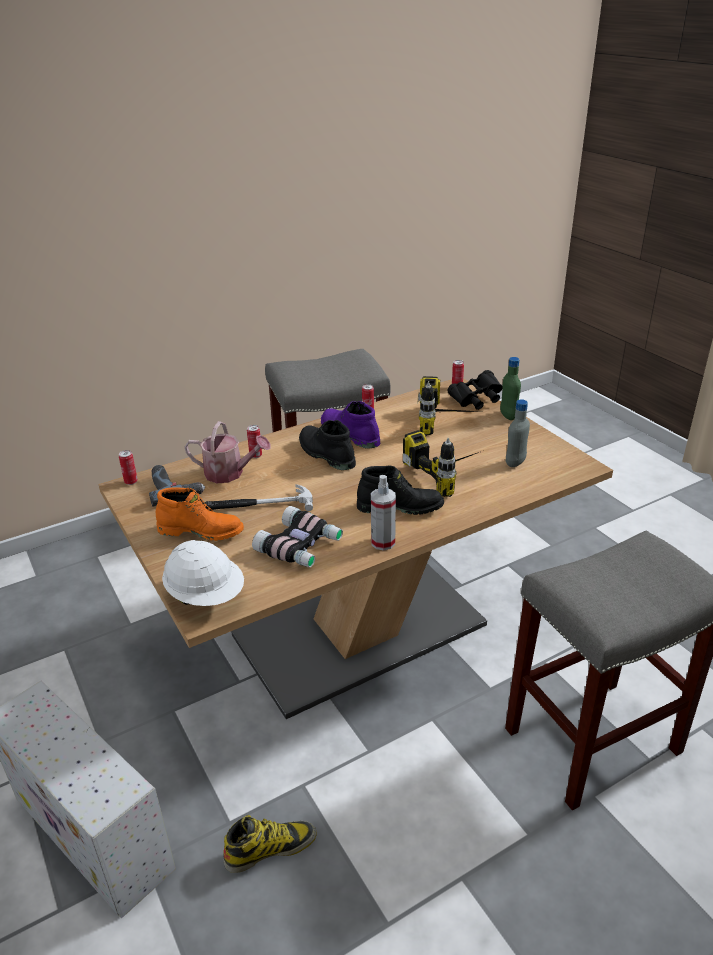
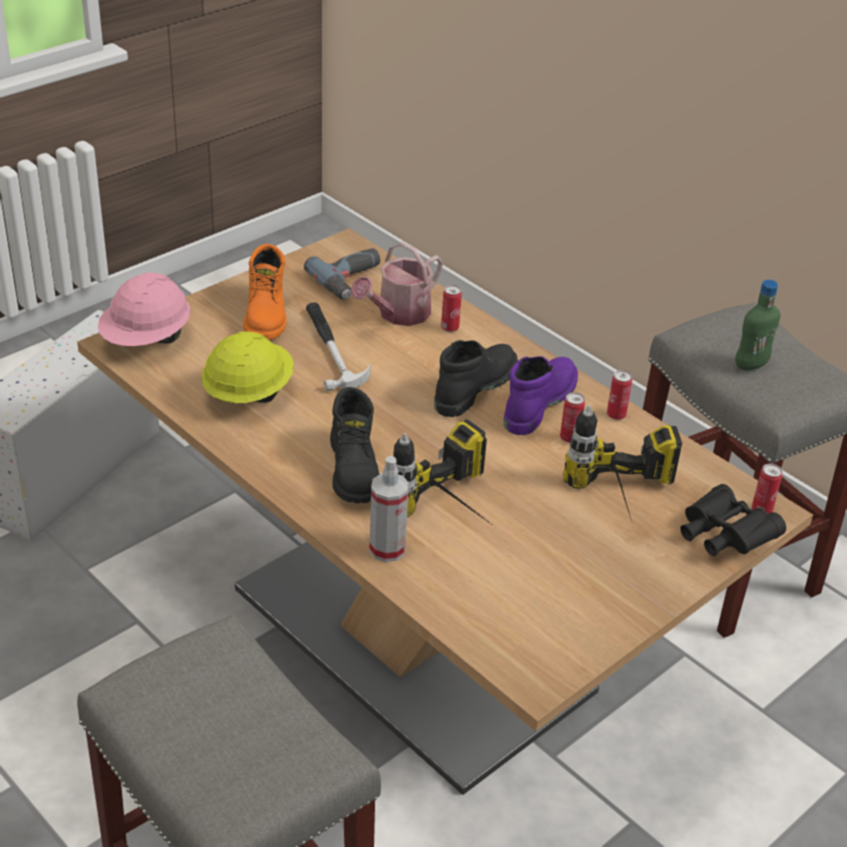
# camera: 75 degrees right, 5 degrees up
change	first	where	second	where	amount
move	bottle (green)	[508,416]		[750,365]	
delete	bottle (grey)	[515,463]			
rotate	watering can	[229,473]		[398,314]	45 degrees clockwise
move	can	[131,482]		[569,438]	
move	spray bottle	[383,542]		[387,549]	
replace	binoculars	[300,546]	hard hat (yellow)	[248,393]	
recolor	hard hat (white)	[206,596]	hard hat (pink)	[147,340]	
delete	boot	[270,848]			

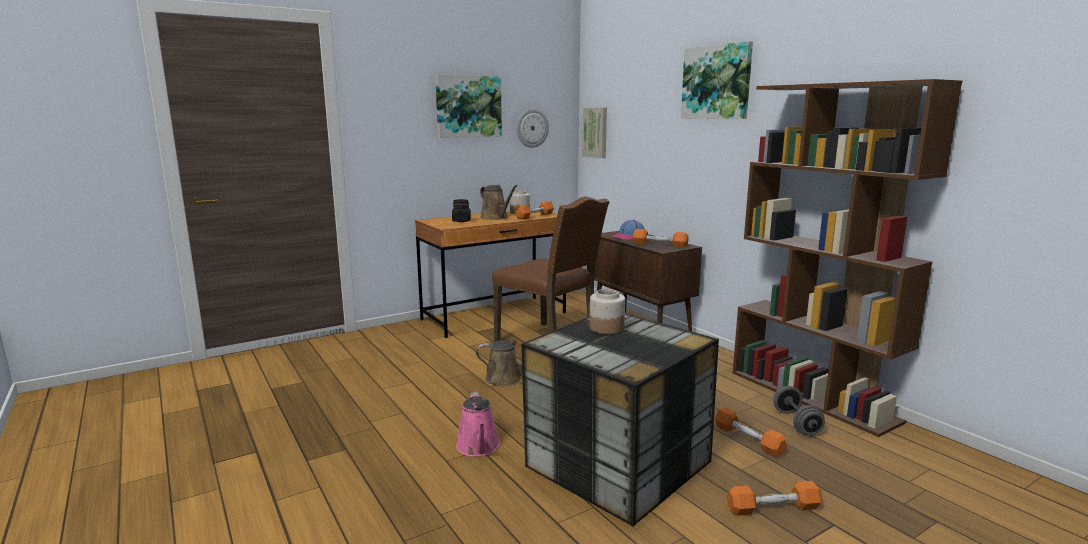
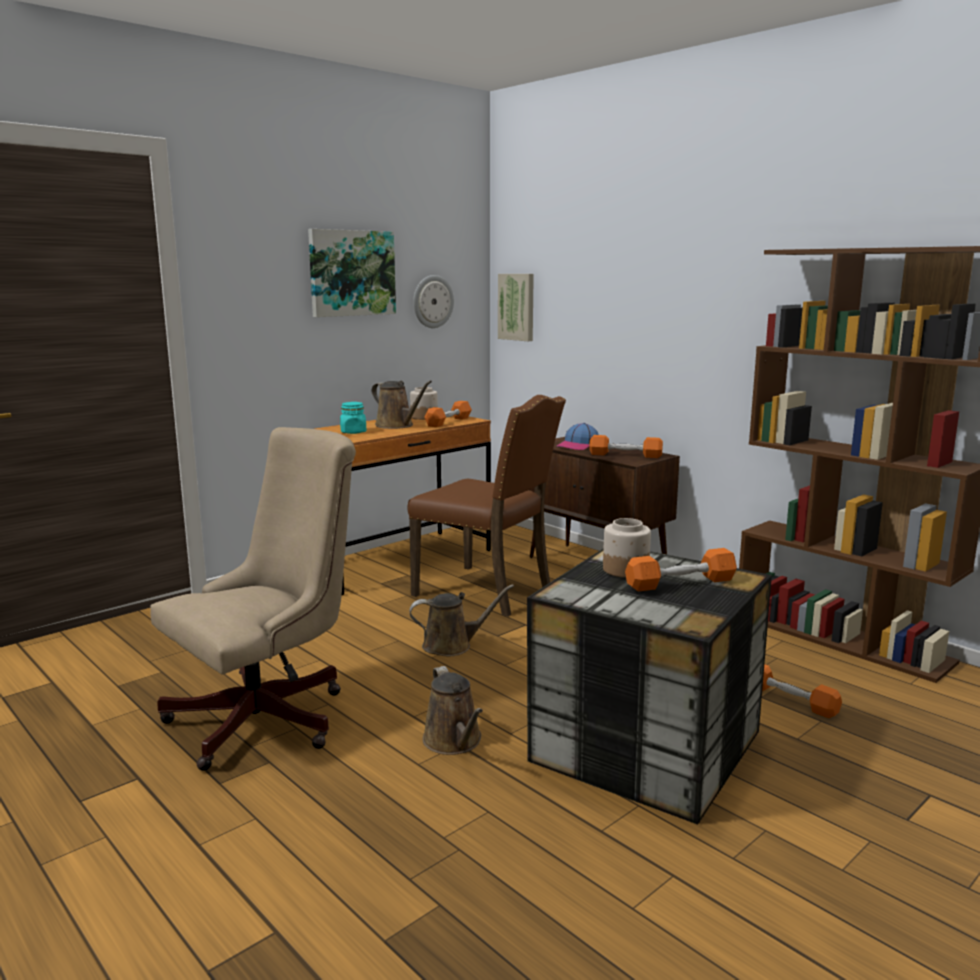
# camera: 10 degrees left, 0 degrees up
change	first	where	second	where	amount
delete	picture	[717,82]			
recolor	jar (black)	[461,221]	jar (turquoise)	[353,432]	
delete	dumbbell (grey)	[796,423]			
recolor	watering can (pink)	[478,447]	watering can (brown)	[454,742]	
move	dumbbell (orange)	[773,508]		[680,583]	
insert			office chair (beige)	[270,717]	

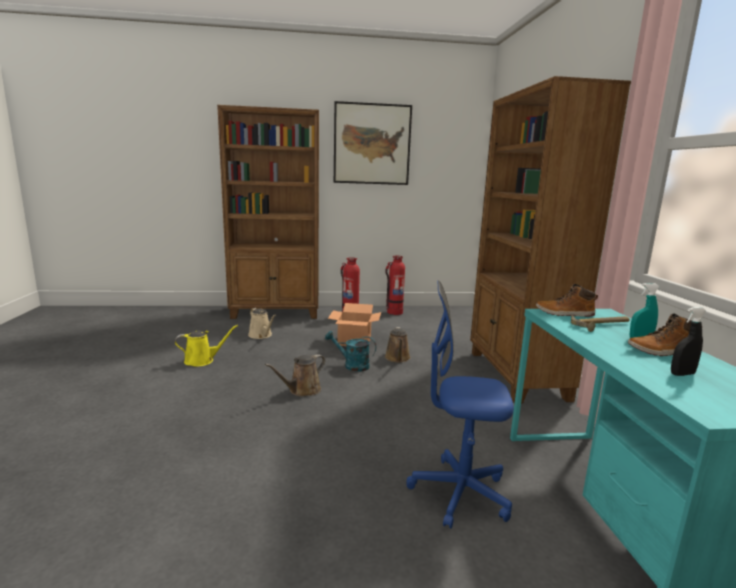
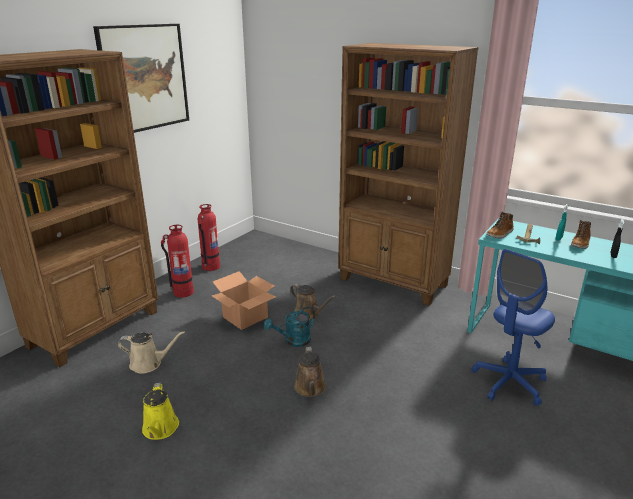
# camera: 50 degrees left, 10 degrees up
change	first	where	second	where	amount
rotate	watering can (yellow)	[202,360]		[160,429]	150 degrees clockwise

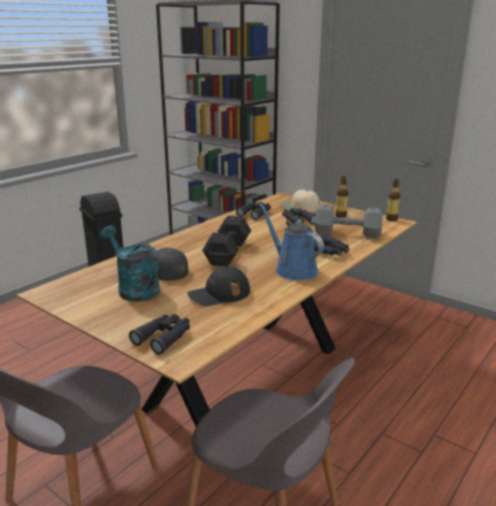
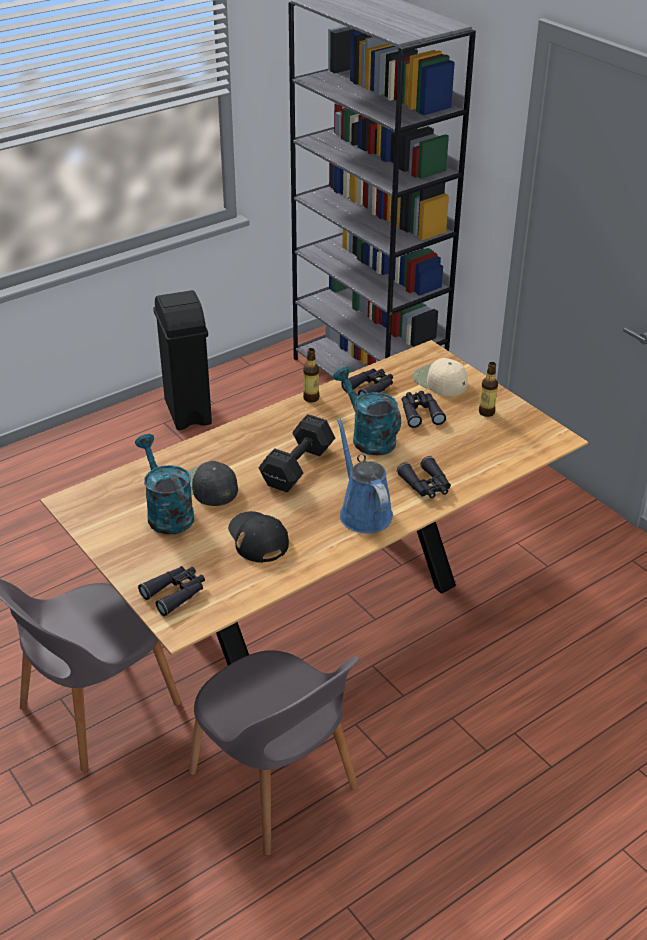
# camera: 15 degrees right, 15 degrees up
change	first	where	second	where	amount
move	bottle	[391,219]		[311,398]	
delete	dumbbell (grey)	[348,234]			
rotate	cap (black)	[219,294]		[257,538]	75 degrees clockwise
insert			watering can (turquoise)	[368,437]	

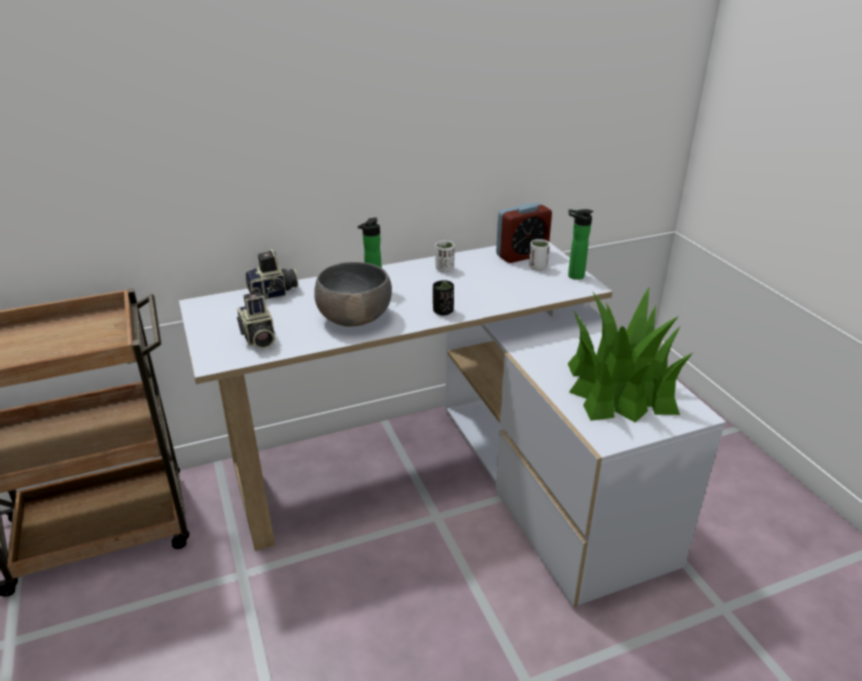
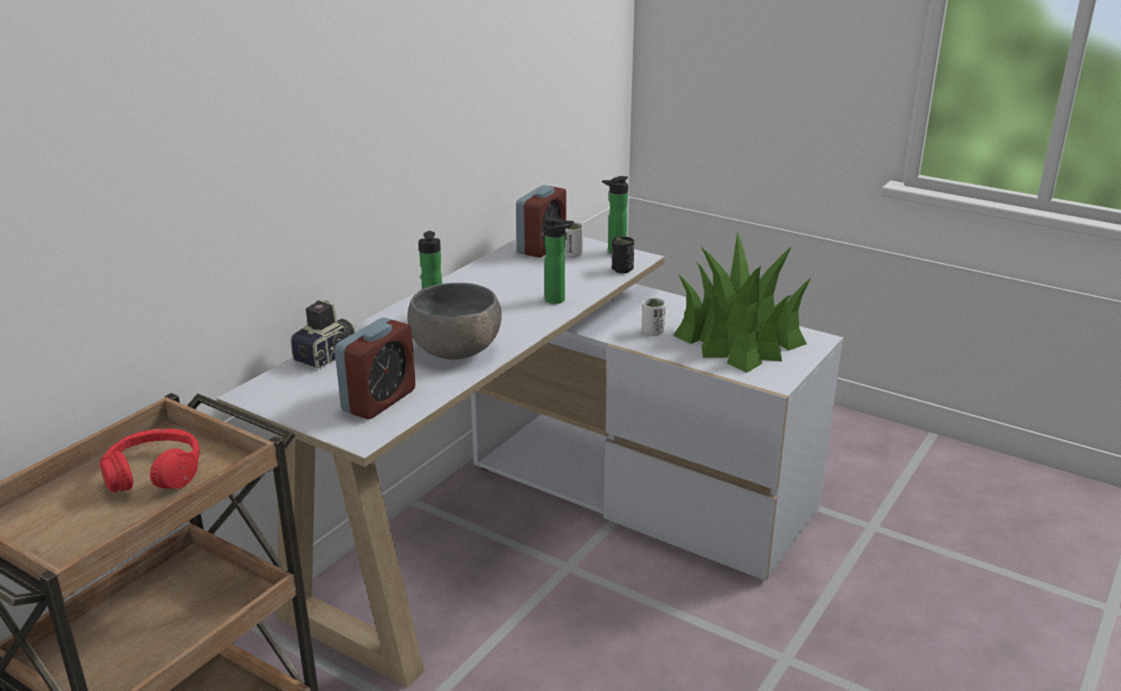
# camera: 35 degrees left, 5 degrees down
change	first	where	second	where	amount
move	cup (white)	[444,269]		[652,332]	
move	cup (black)	[443,311]		[622,270]	
replace	photo camera	[258,338]	alarm clock	[379,400]	
insert			bottle	[558,300]	
insert			headphones (red)	[155,473]	

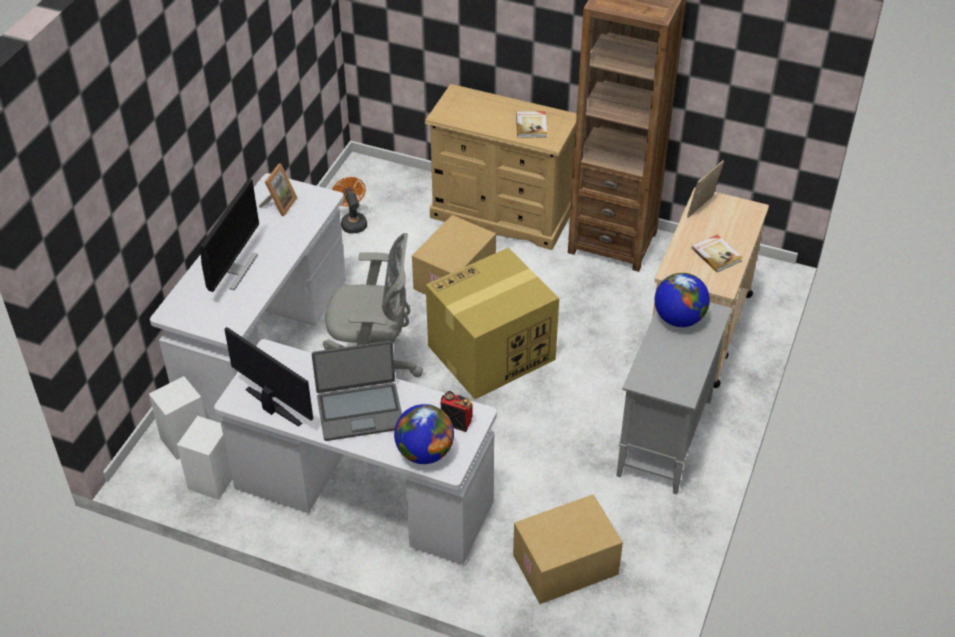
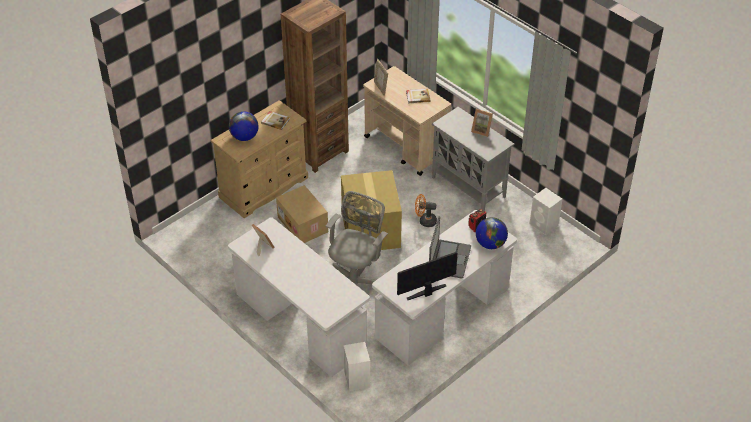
# camera: 65 degrees left, 0 degrees up
change	first	where	second	where	amount
move	fan (orange)	[352,222]		[425,221]	
delete	monitor	[235,270]			
move	globe	[679,319]		[244,137]	
move	speaker (white)	[212,481]		[544,225]	
delete	cardboard box	[565,566]			
insert			picture frame	[482,130]	

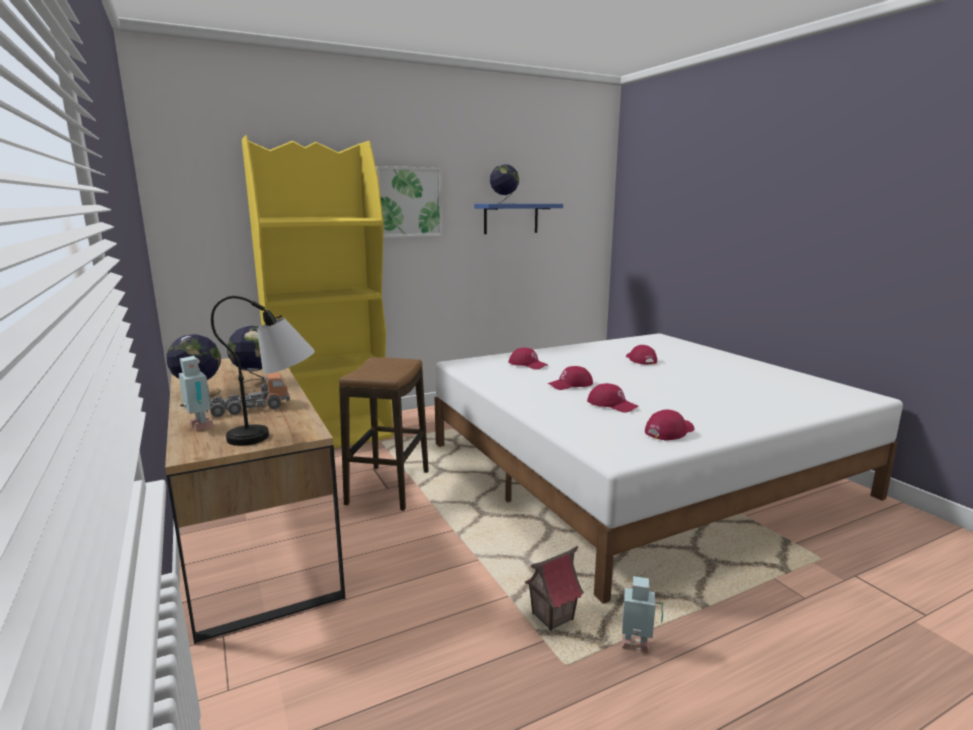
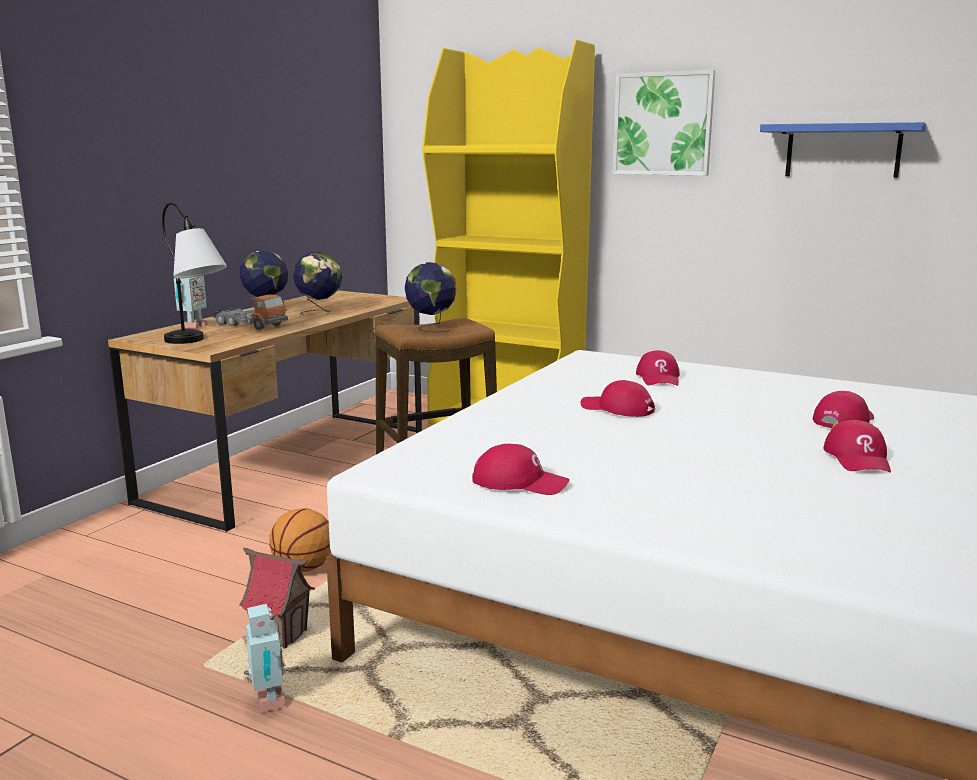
# camera: 55 degrees right, 0 degrees up
change	first	where	second	where	amount
move	globe	[504,203]		[431,328]	
move	cap (red)	[612,404]		[858,458]	
insert			basketball	[303,568]	

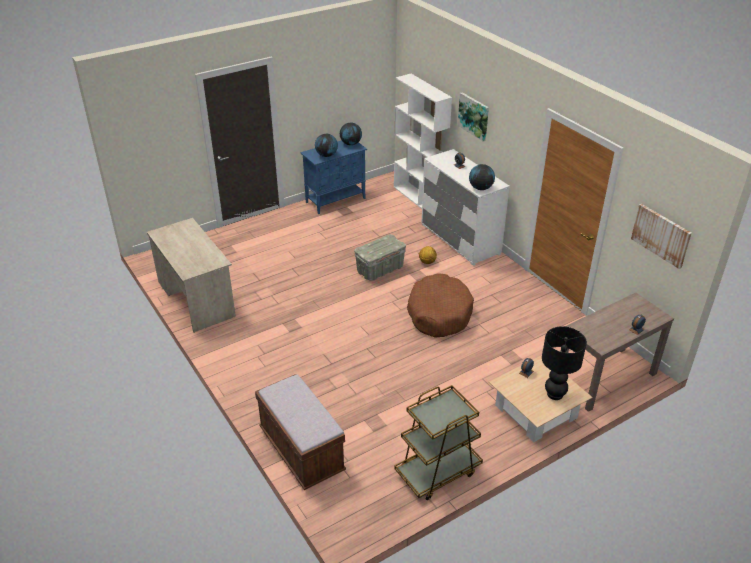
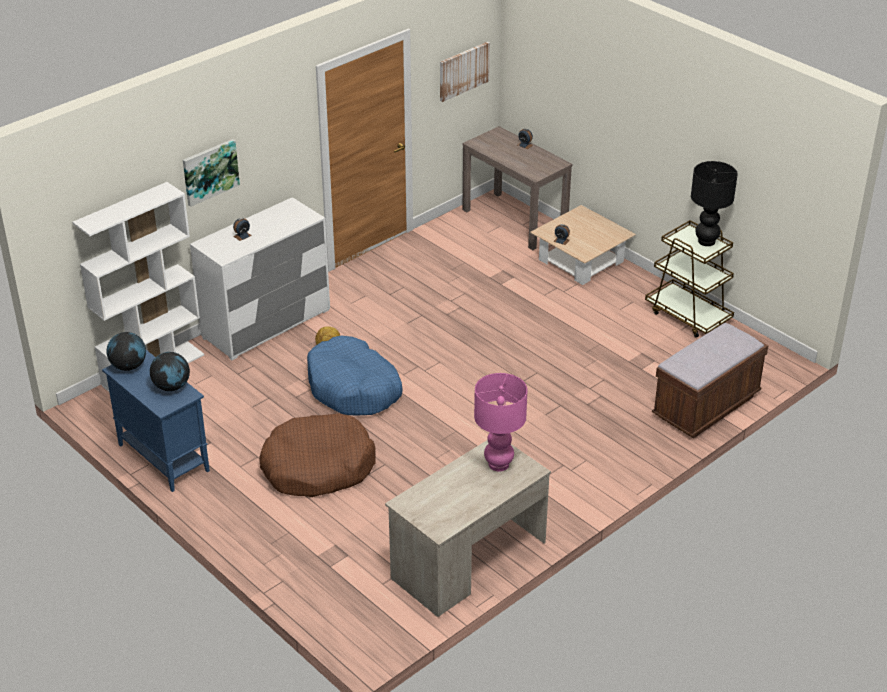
# camera: 100 degrees left, 0 degrees up
change	first	where	second	where	amount
delete	globe	[480,188]			
replace	storage box (grey)	[380,269]	dog bed (blue)	[353,388]	
move	dog bed (brown)	[439,313]		[318,467]	
move	table lamp (black)	[554,394]		[707,241]	
insert			table lamp (pink)	[499,464]	

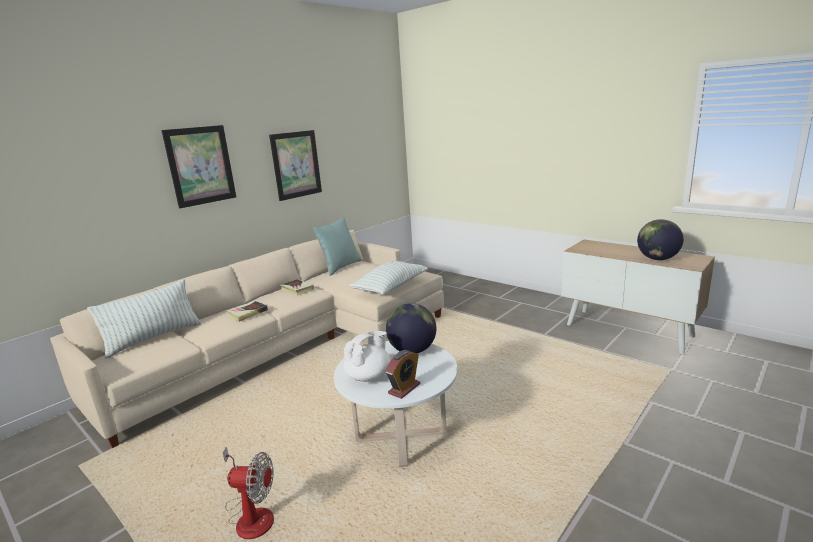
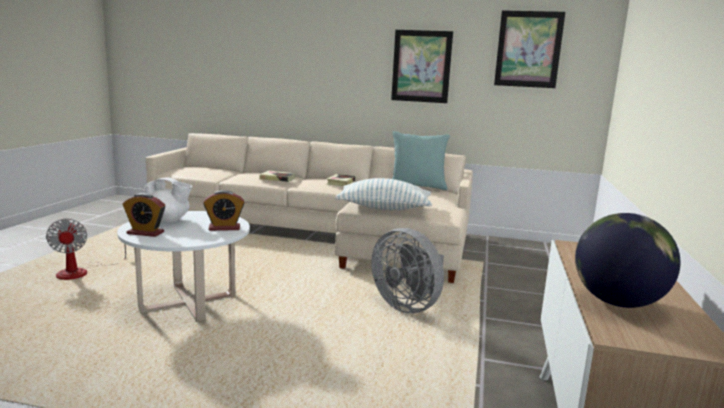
# camera: 60 degrees right, 5 degrees down
change	first	where	second	where	amount
move	picture	[200,166]		[528,49]	
delete	pillow	[154,338]			
replace	globe	[412,350]	alarm clock	[224,228]	
insert			fan (grey)	[408,305]	

